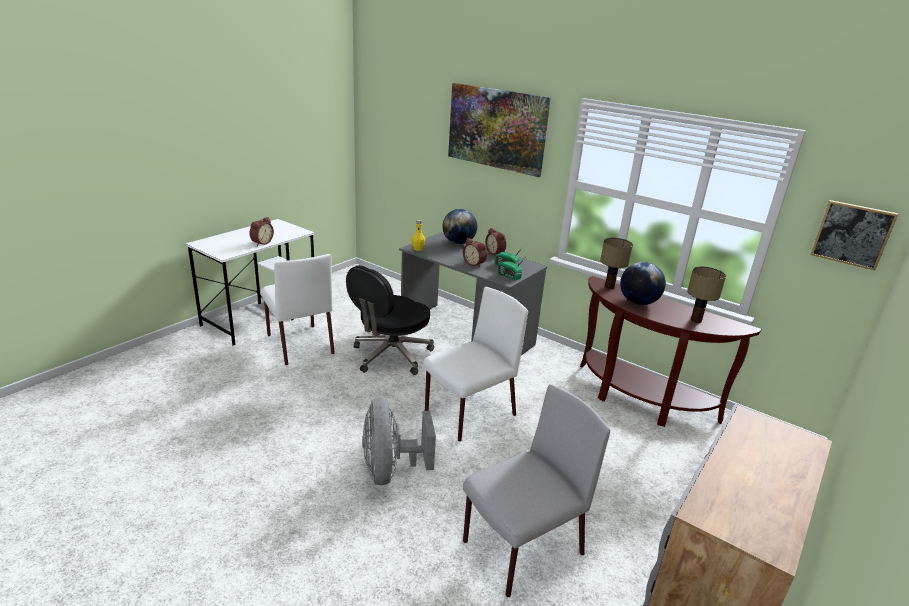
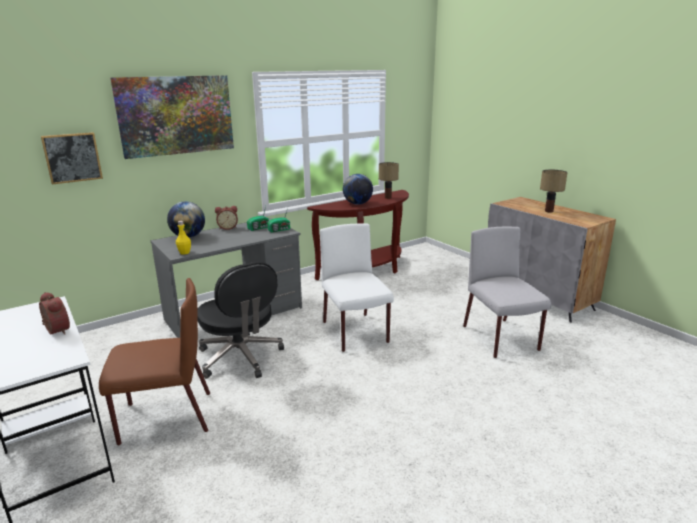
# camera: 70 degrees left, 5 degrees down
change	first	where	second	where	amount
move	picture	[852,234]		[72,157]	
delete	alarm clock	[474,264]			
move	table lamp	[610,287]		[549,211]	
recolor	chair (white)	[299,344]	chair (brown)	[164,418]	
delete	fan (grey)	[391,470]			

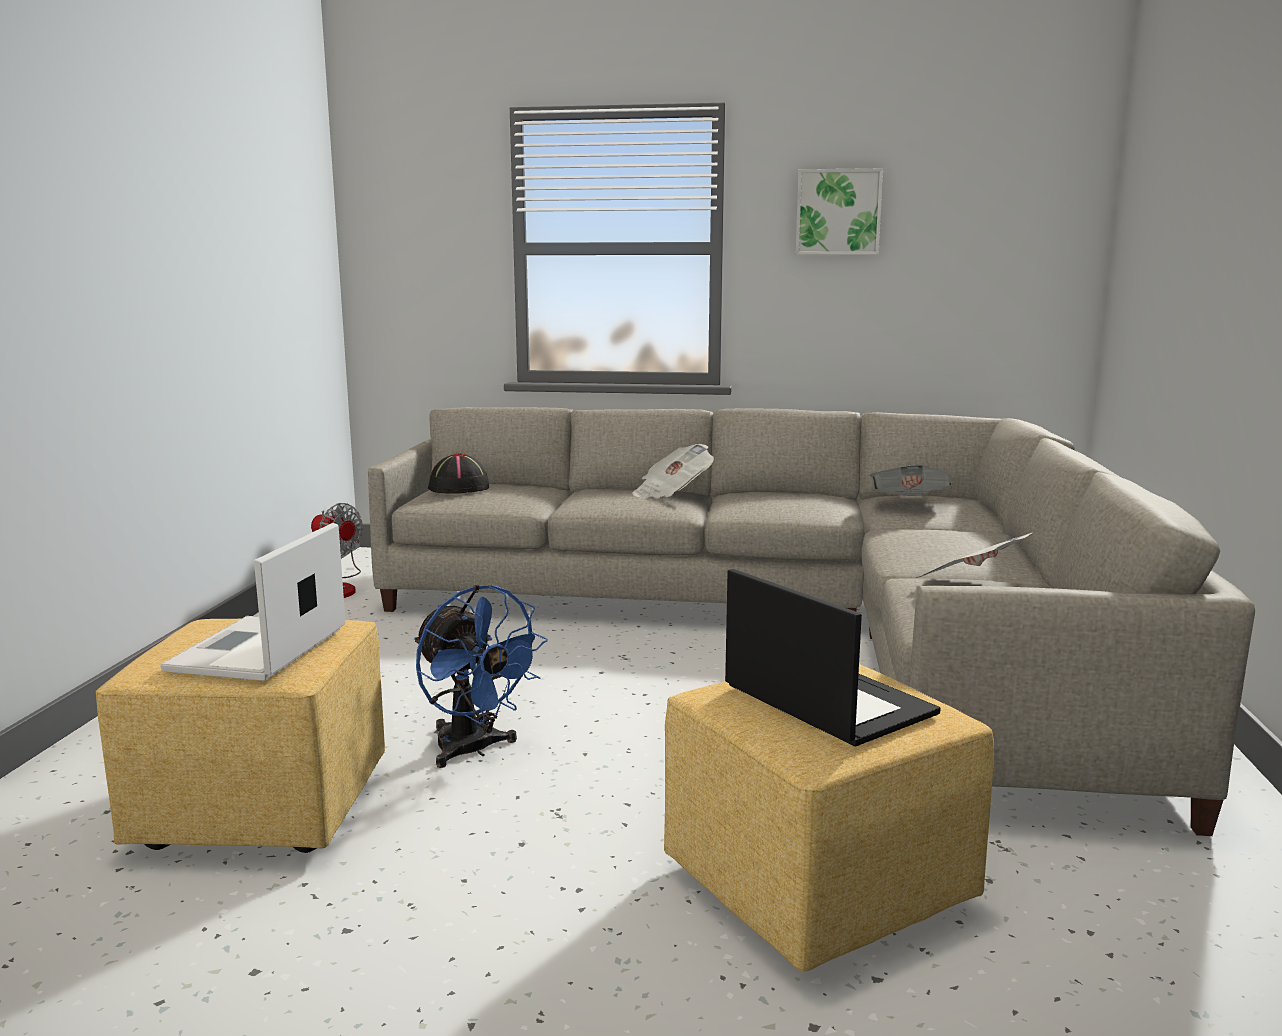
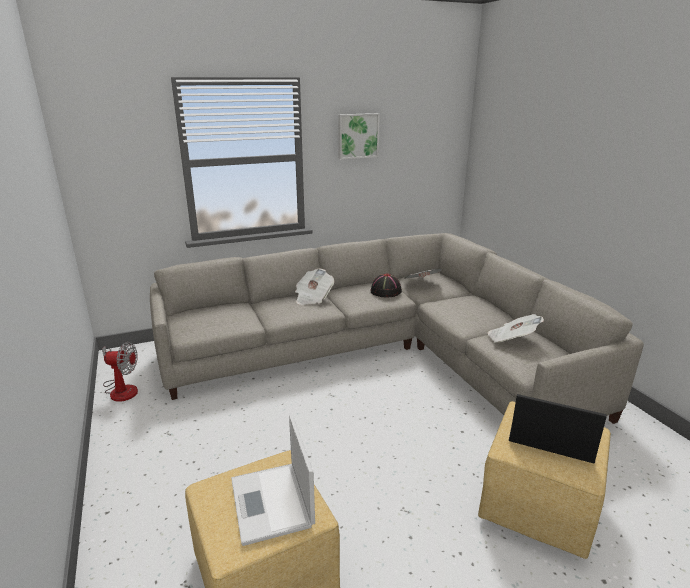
# camera: 30 degrees left, 10 degrees up
change	first	where	second	where	amount
move	hat (black)	[458,488]		[385,291]	
delete	fan (blue)	[474,750]			

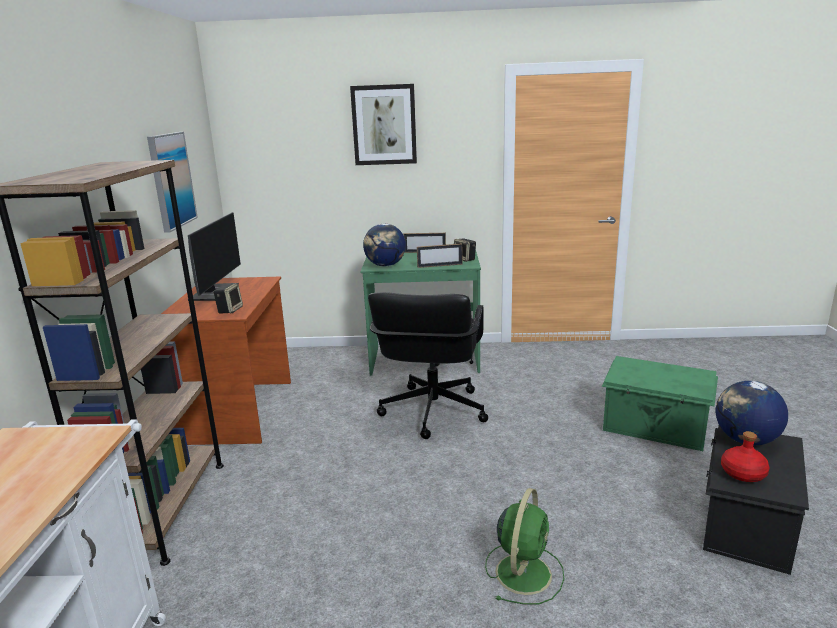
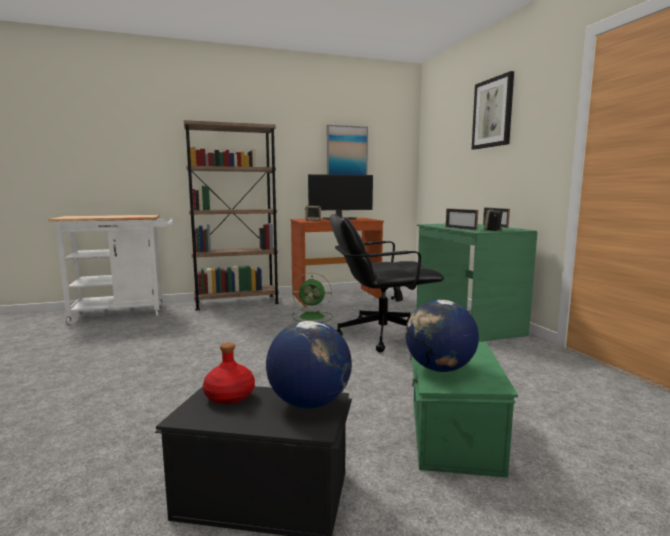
# camera: 70 degrees right, 10 degrees down
change	first	where	second	where	amount
move	globe	[385,265]		[439,369]	
move	fan (green)	[524,571]		[313,317]	

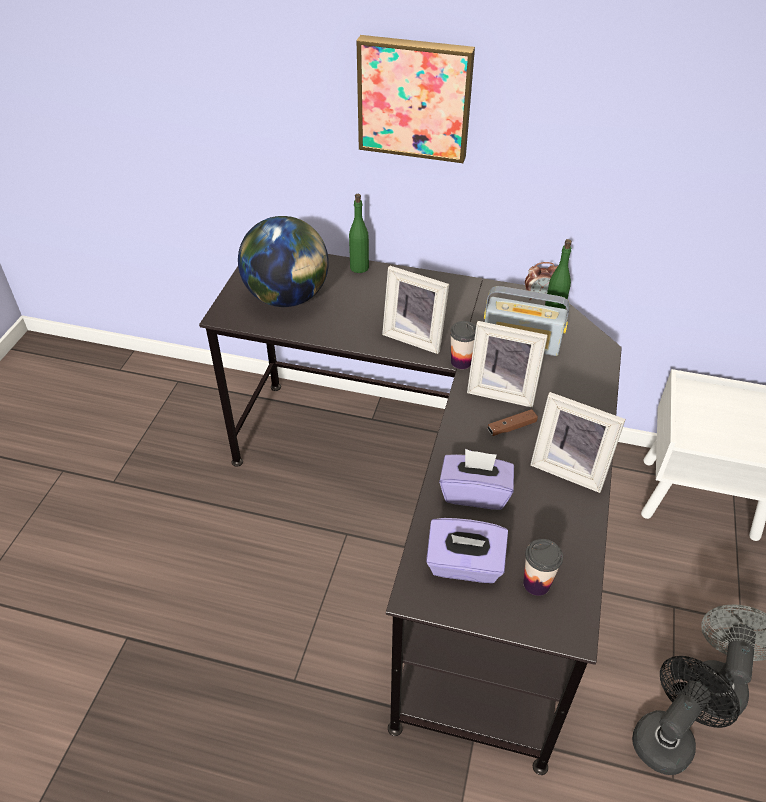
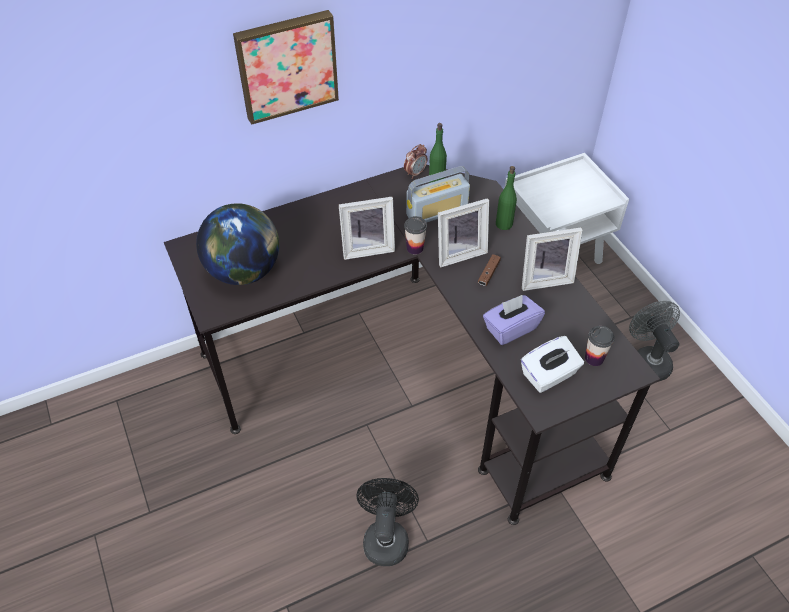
# camera: 40 degrees left, 5 degrees up
change	first	where	second	where	amount
move	bottle (green)	[359,267]		[504,224]	
recolor	tissue box (purple)	[464,565]	tissue box (white)	[549,375]	
move	fan (black)	[667,736]		[386,536]	

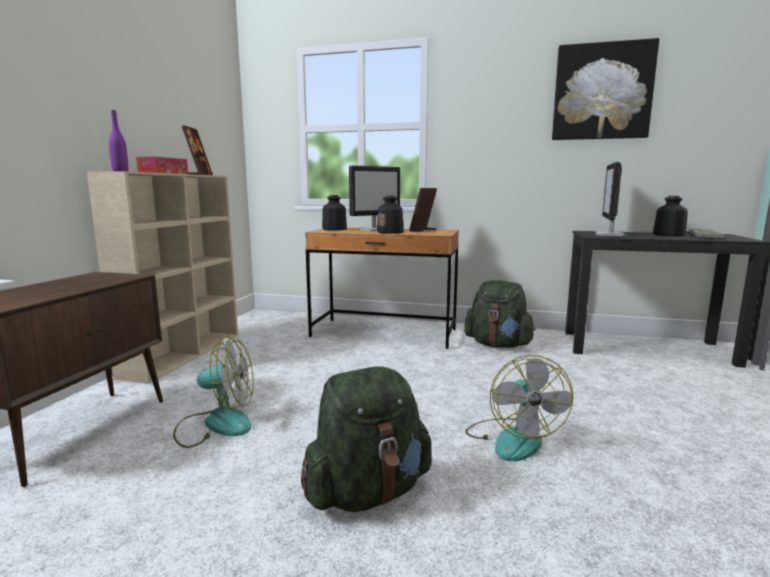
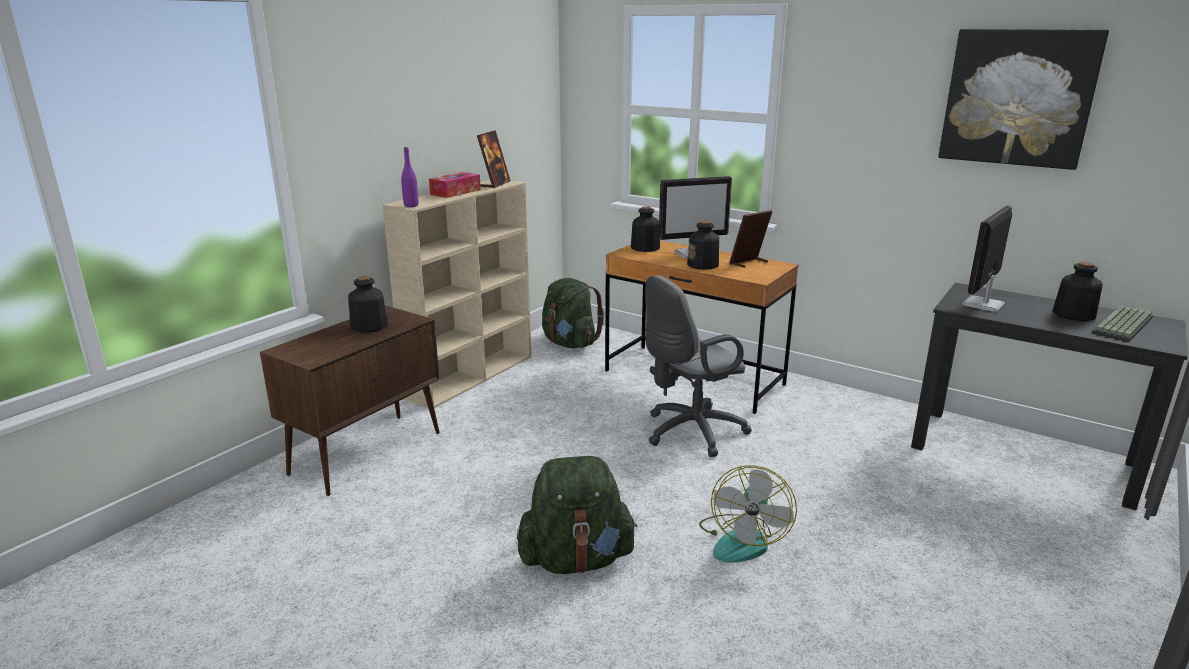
# camera: 20 degrees right, 10 degrees up
change	first	where	second	where	amount
move	backpack (green)	[498,345]		[570,343]	
delete	fan	[216,424]			
insert			office chair (grey)	[689,432]	
insert			bottle	[368,326]	

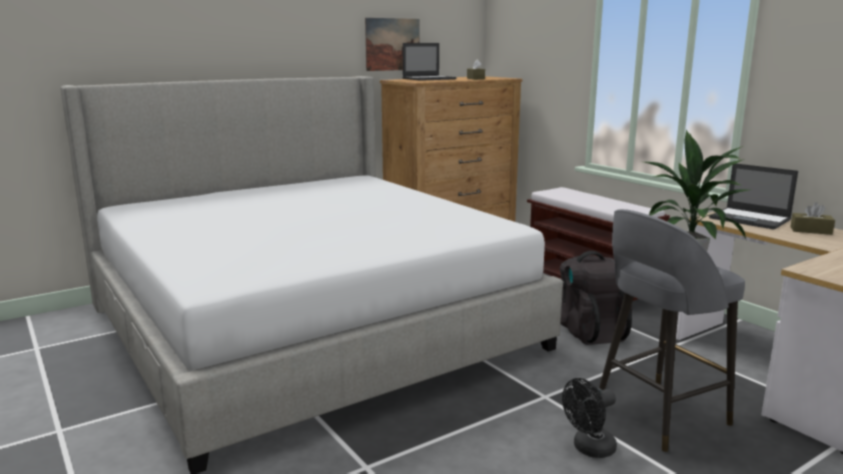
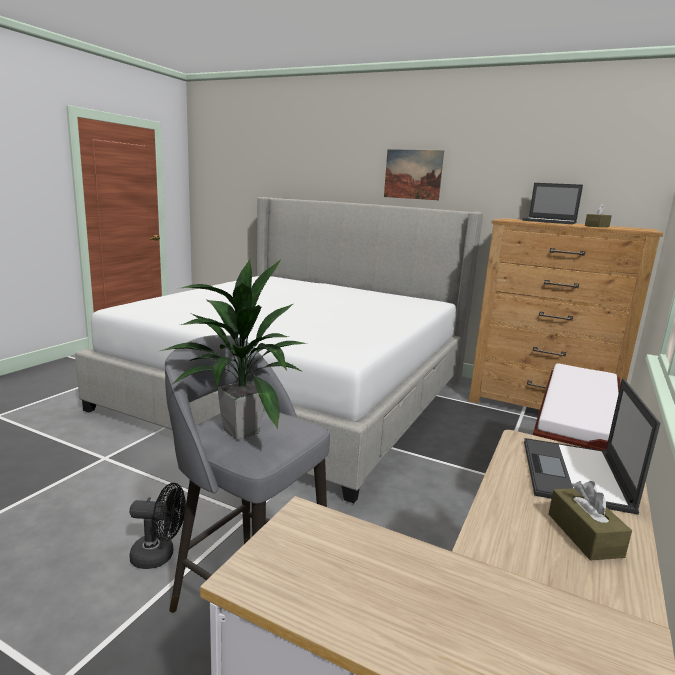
# camera: 60 degrees right, 0 degrees up
change	first	where	second	where	amount
move	picture	[392,44]		[413,174]	
delete	backpack (black)	[590,331]			
rotate	fan (black)	[589,449]		[159,555]	150 degrees clockwise

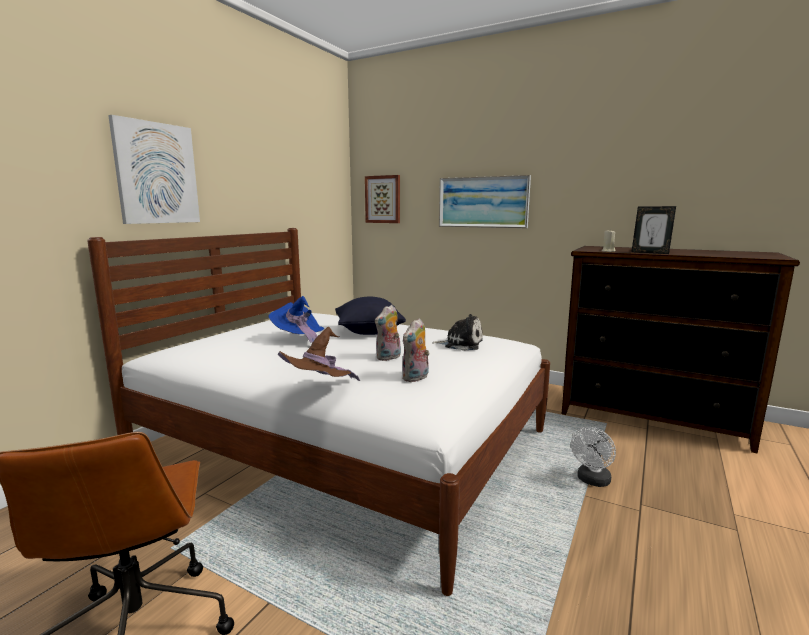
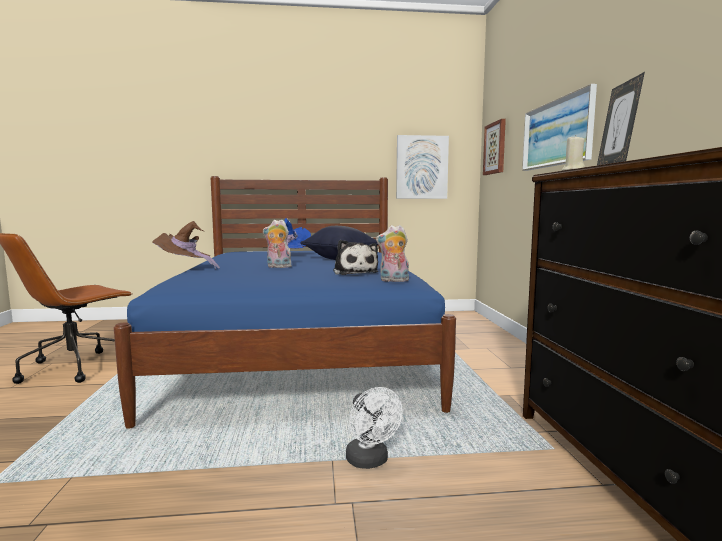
# camera: 55 degrees right, 5 degrees down
change	first	where	second	where	amount
move	picture	[156,173]		[421,167]	
recolor	bed (white)	[345,445]	bed (blue)	[300,352]	
move	plush toy	[416,378]		[393,281]	
rotate	fan (white)	[592,481]		[370,461]	120 degrees counterclockwise

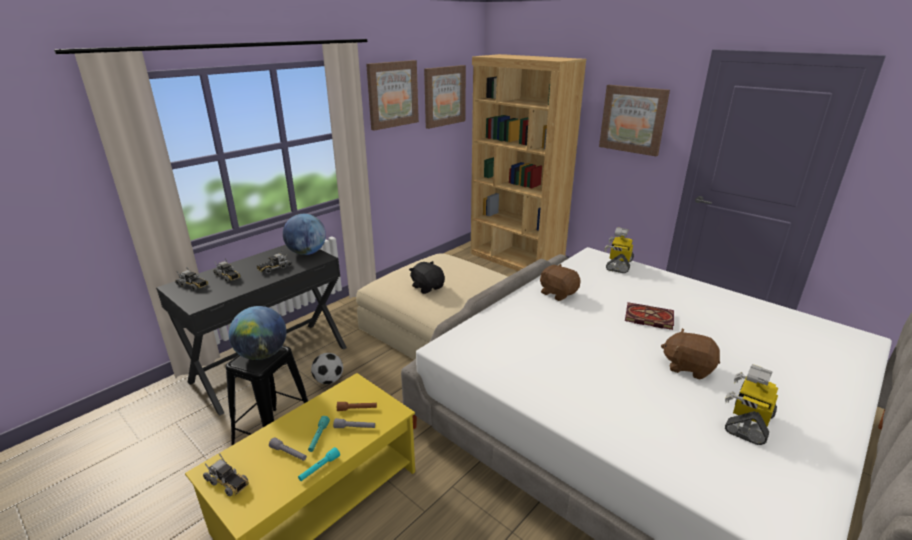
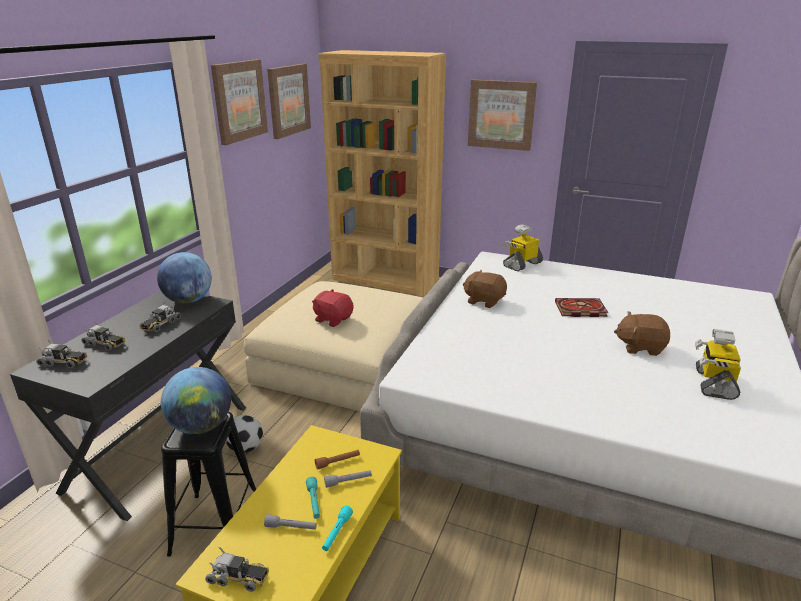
# camera: 20 degrees left, 0 degrees up
change	first	where	second	where	amount
rotate	toy robot	[618,265]		[522,264]	45 degrees clockwise
recolor	plush toy (black)	[427,287]	plush toy (red)	[333,319]	

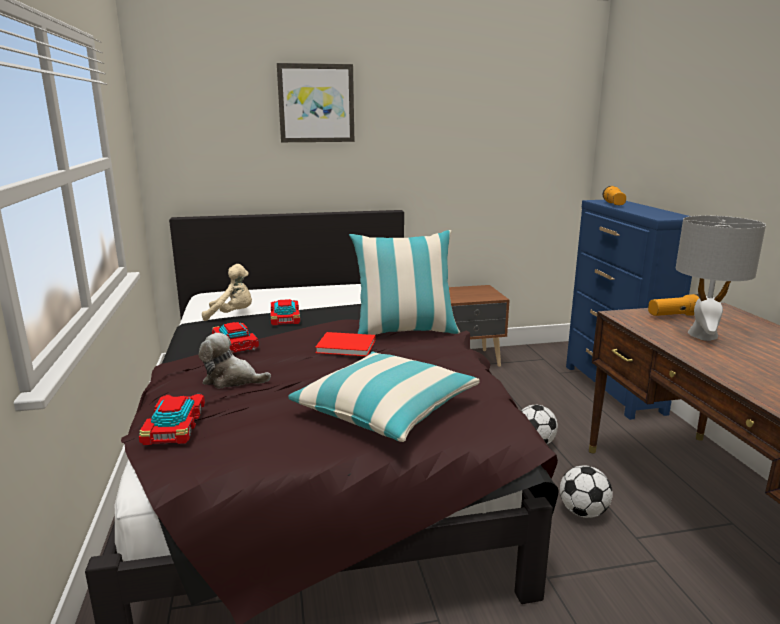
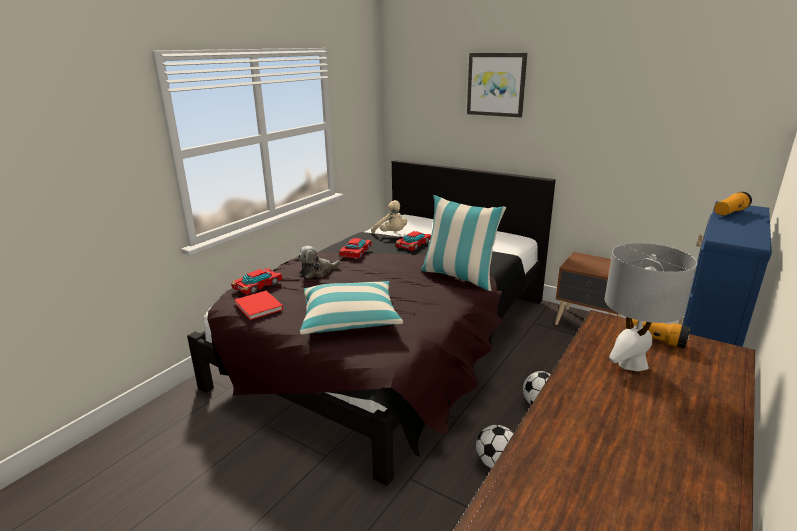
# camera: 45 degrees right, 5 degrees up
change	first	where	second	where	amount
move	book (red)	[348,346]		[259,307]	
rotate	plush toy	[232,380]		[318,272]	90 degrees counterclockwise

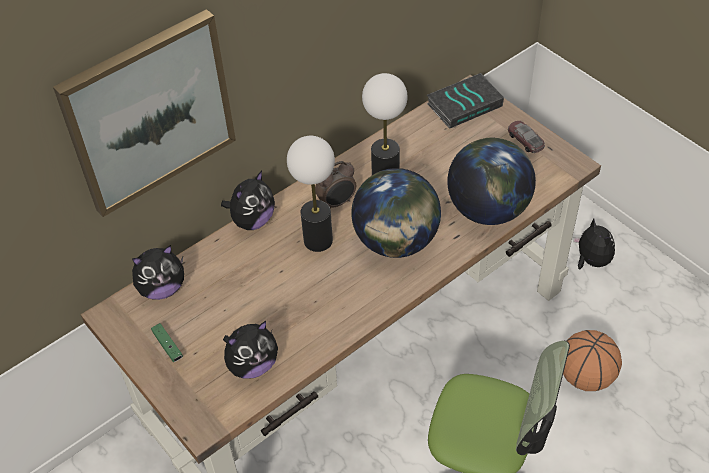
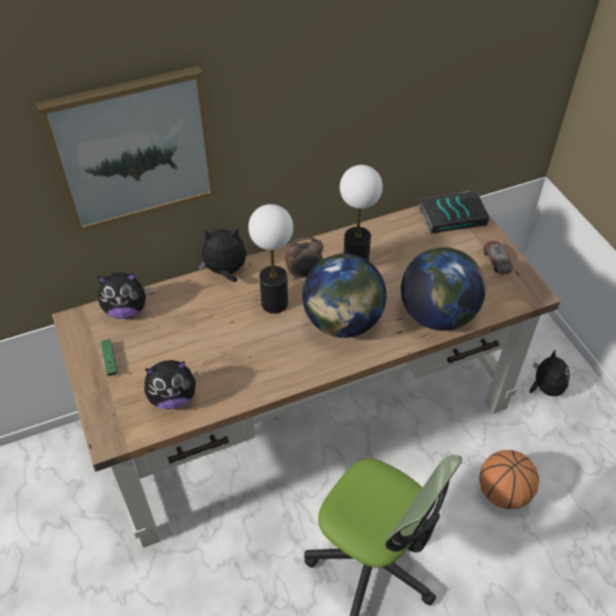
# camera: 15 degrees right, 0 degrees up
change	first	where	second	where	amount
rotate	plush toy	[252,221]		[225,271]	150 degrees counterclockwise

